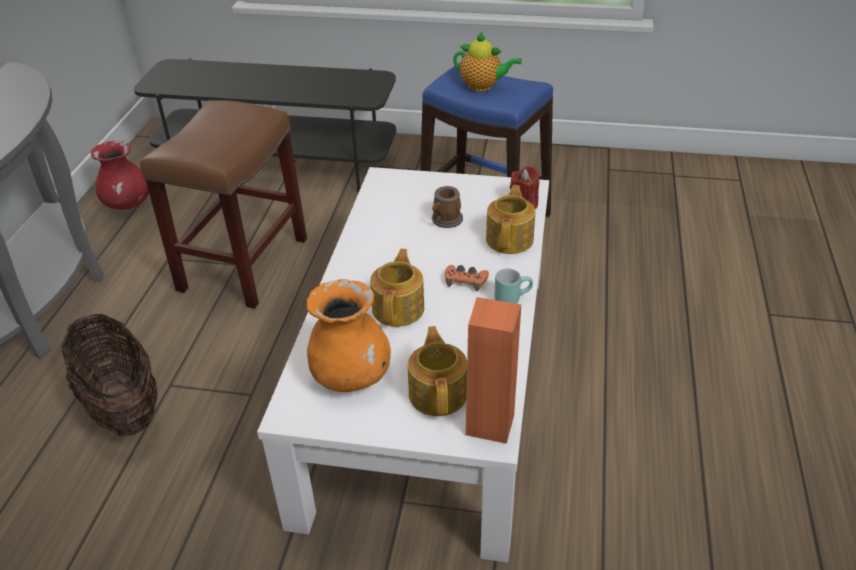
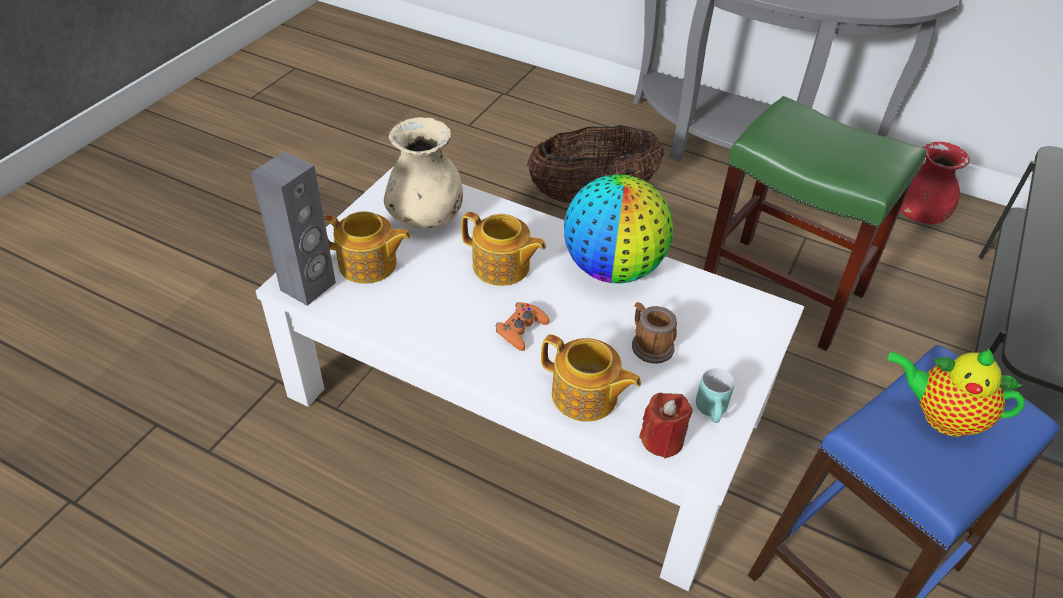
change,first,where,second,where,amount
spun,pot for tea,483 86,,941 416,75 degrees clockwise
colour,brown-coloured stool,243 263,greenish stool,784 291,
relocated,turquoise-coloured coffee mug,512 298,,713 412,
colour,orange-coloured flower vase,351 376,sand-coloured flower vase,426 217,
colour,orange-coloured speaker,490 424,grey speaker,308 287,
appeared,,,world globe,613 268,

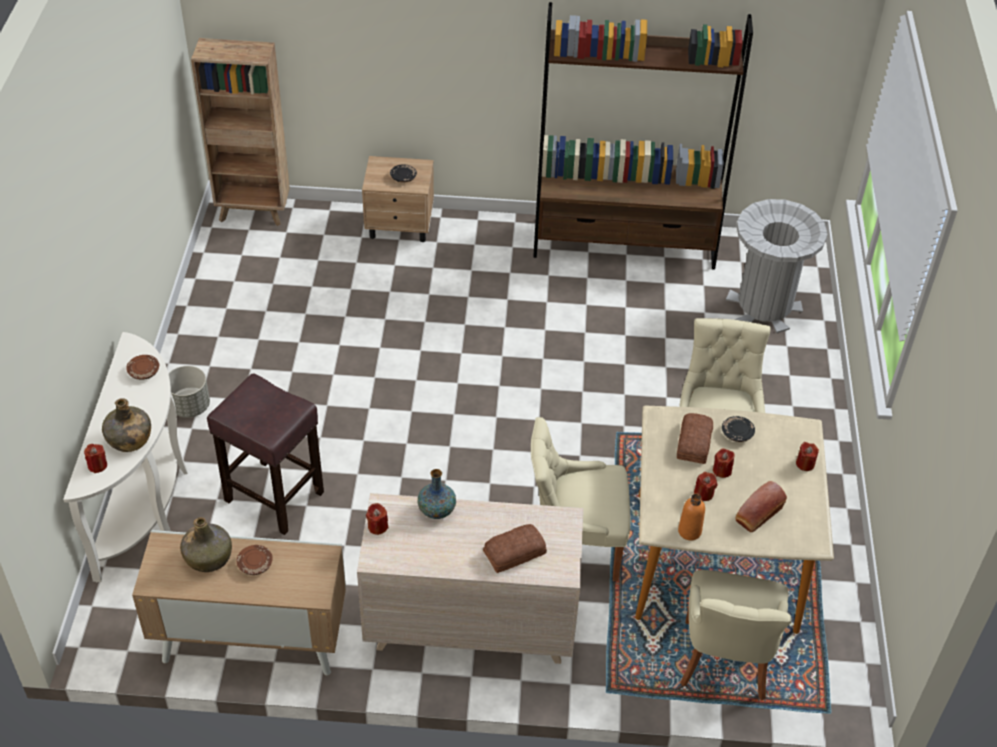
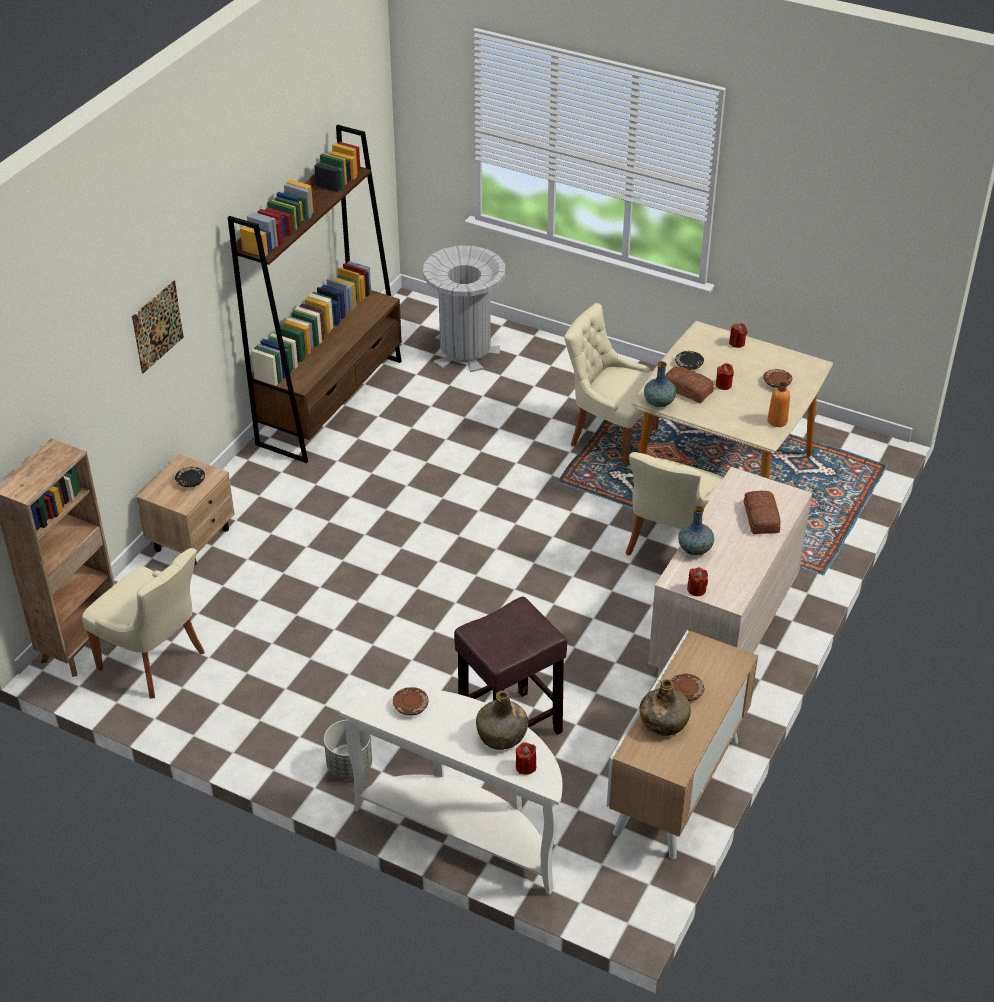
change,first,where,second,where,amount
missing,reddish wax candle,704 493,,,
exchanged,bakery bread,757 515,brown-coloured plate,776 383,
relocated,sand-coloured plain chair,725 663,,155 662,
appeared,,,picture,157 326,
appeared,,,flower vase,659 402,

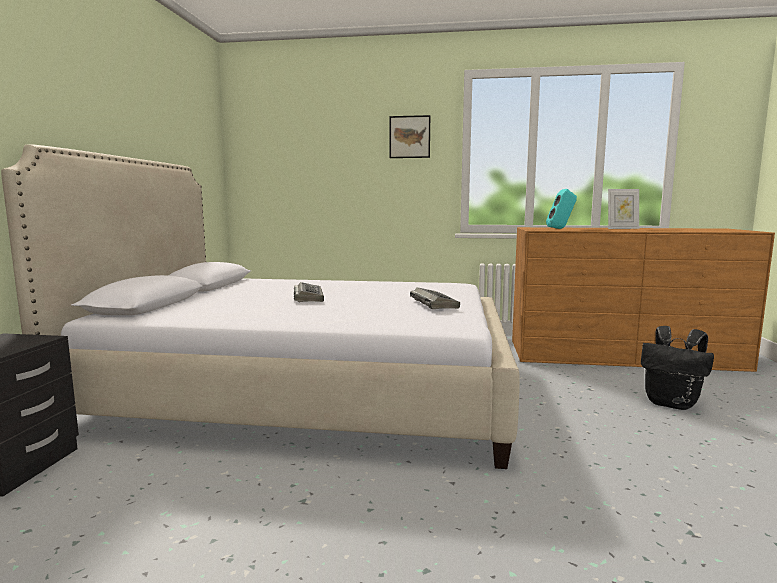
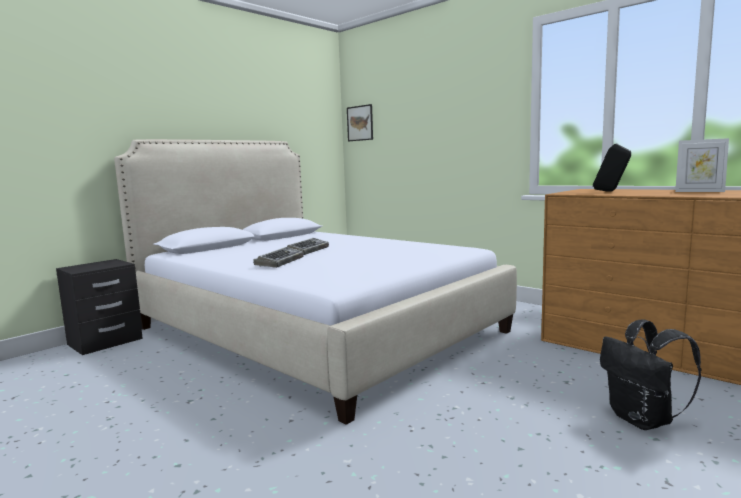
change,first,where,second,where,amount
relocated,picture,409 137,,360 123,
colour,turquoise-coloured speaker,560 228,black speaker,610 191,
relocated,computer keyboard,433 303,,280 262,

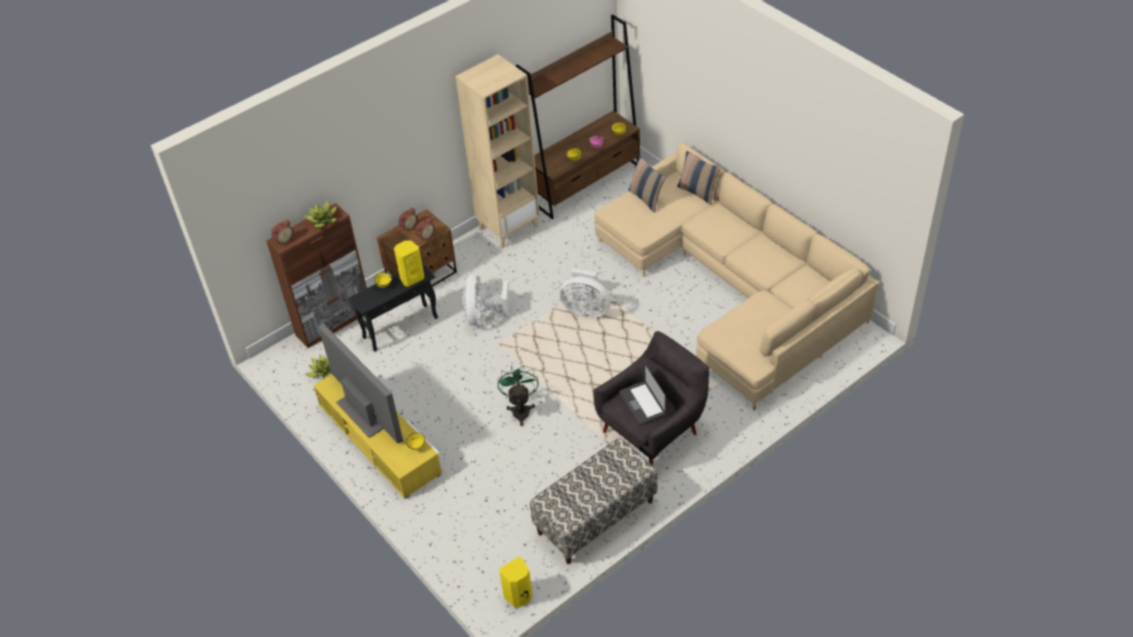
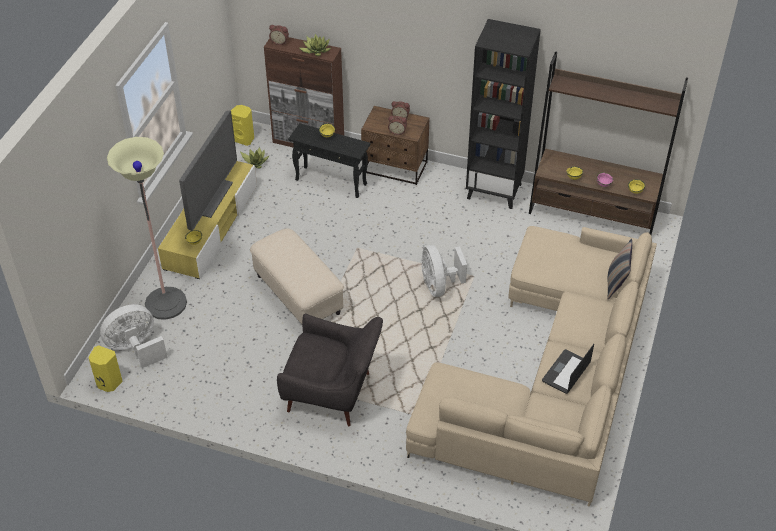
change,first,where,second,where,amount
colour,sand-coloured bookcase,508 227,black bookcase,494 191,
missing,throw pillow,646 198,,,
relocated,yellow speaker,411 278,,244 139,
relocated,whitish electric fan,483 316,,136 348,
relocated,notebook computer,642 403,,566 372,
exchanged,greenish electric fan,520 409,sand-coloured footrest,297 295,
missing,long seat,595 517,,,
appeared,,,floor lamp,166 303,

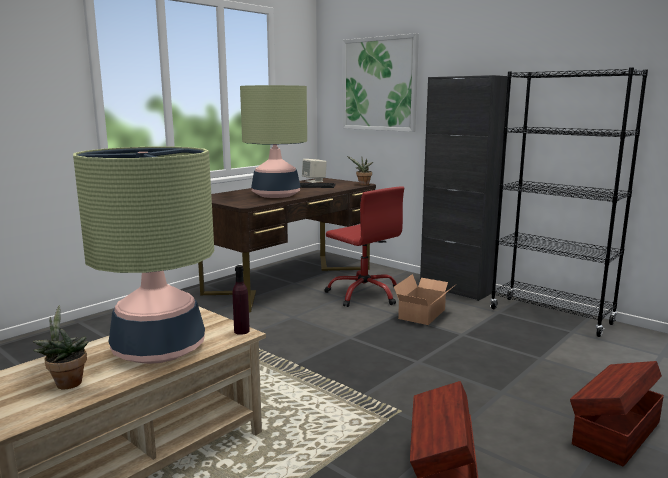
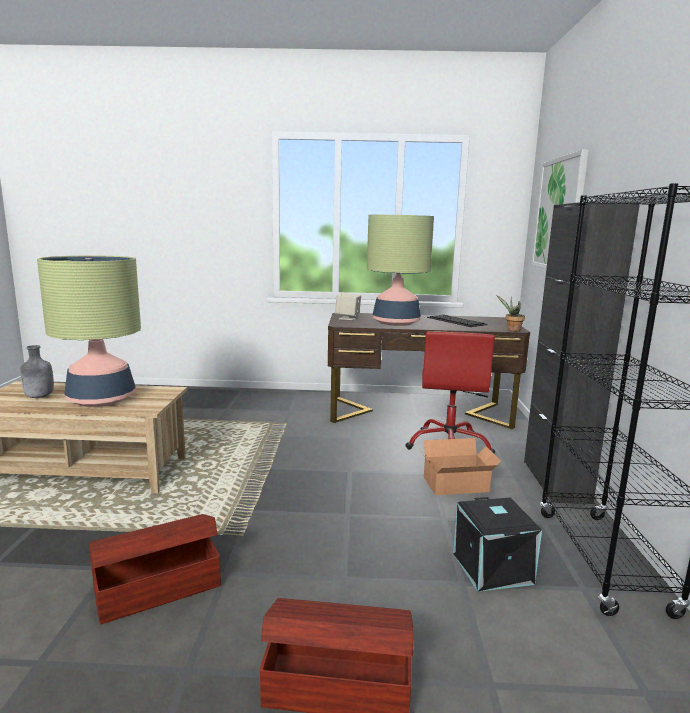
change,first,where,second,where,amount
relocated,sand-coloured speaker,314 181,,348 318,
missing,purplish drink bottle,241 331,,,
exchanged,houseplant,67 382,grey drink bottle,39 397,
appeared,,,black storage box,493 568,

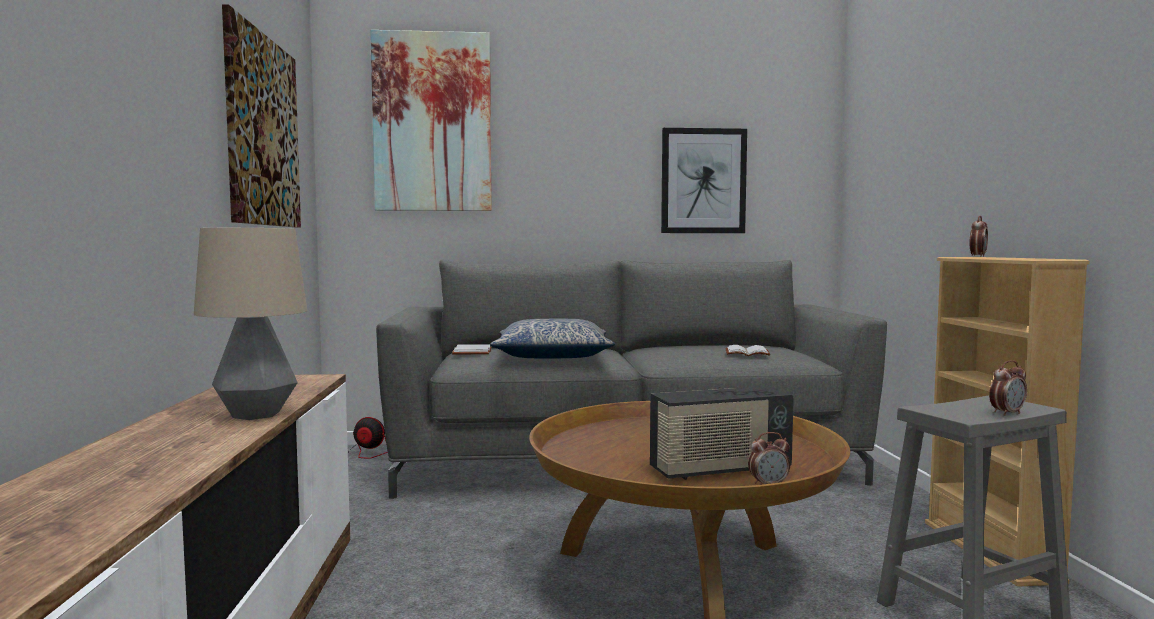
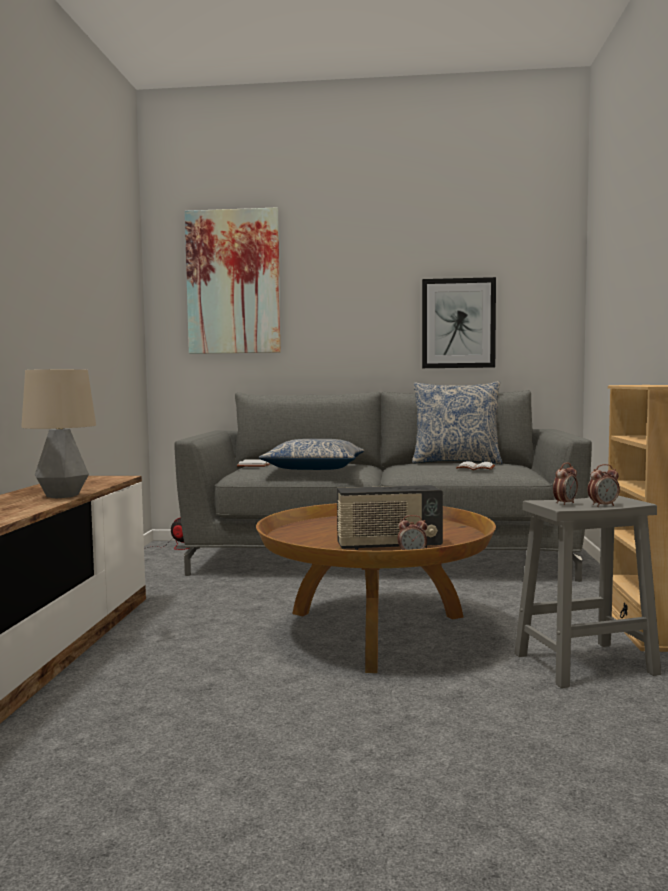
change,first,where,second,where,amount
missing,picture,262 131,,,
relocated,alarm clock,977 256,,565 503,
appeared,,,throw pillow,456 462,

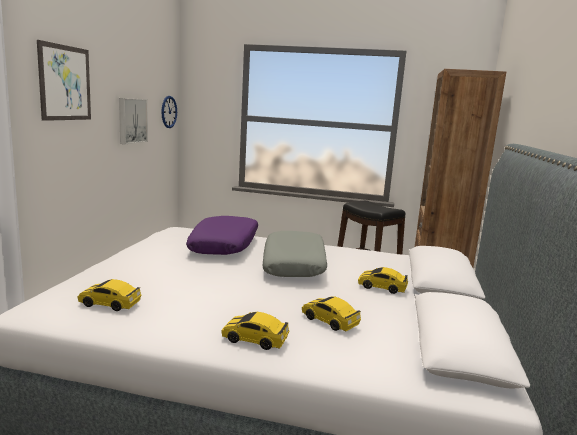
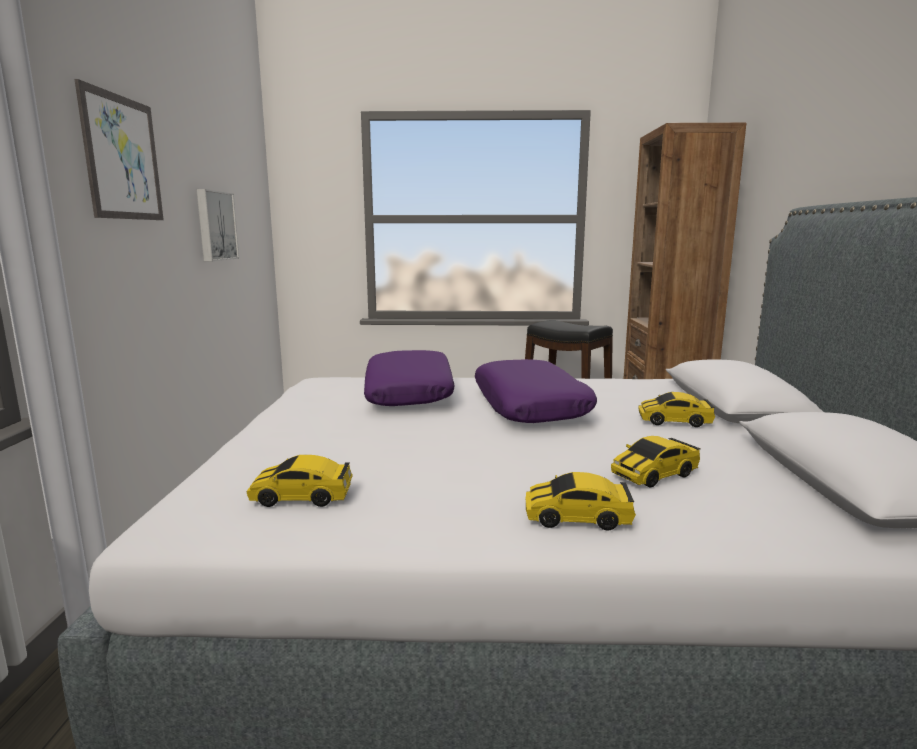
change,first,where,second,where,amount
missing,clock on the wall,169 112,,,
colour,grey throw pillow,294 264,purplish throw pillow,530 406,
spun,miniature car,329 321,,654 475,60 degrees counterclockwise

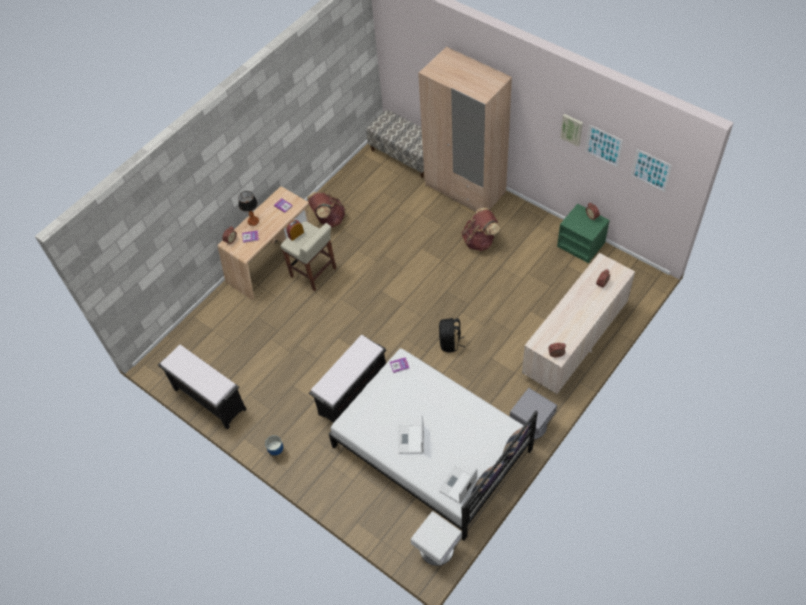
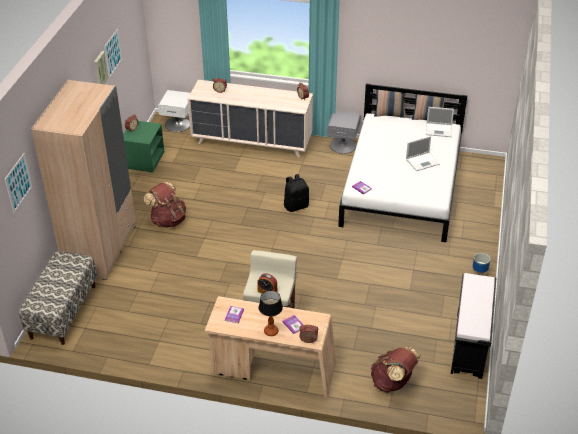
change,first,where,second,where,amount
relocated,picture,651 170,,18 182,
relocated,brown-coloured backpack,328 219,,392 382,
missing,black long seat,353 395,,,
relocated,whitish bedside table,437 549,,177 124,

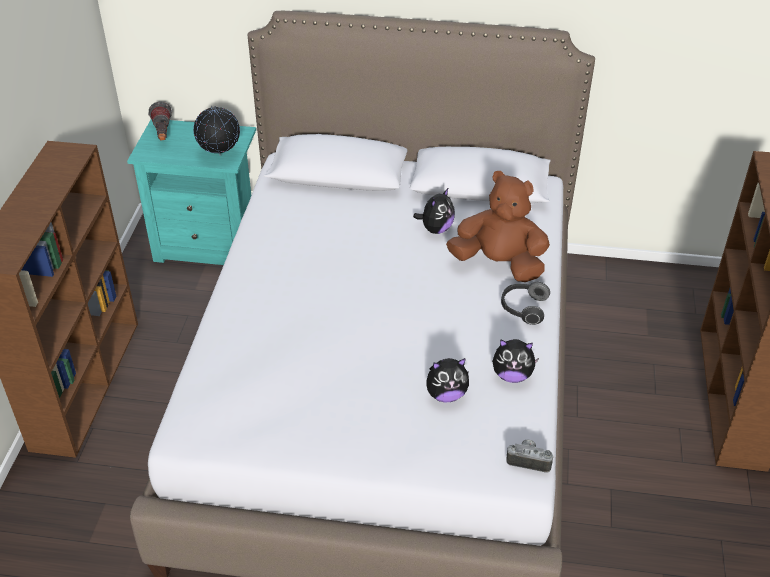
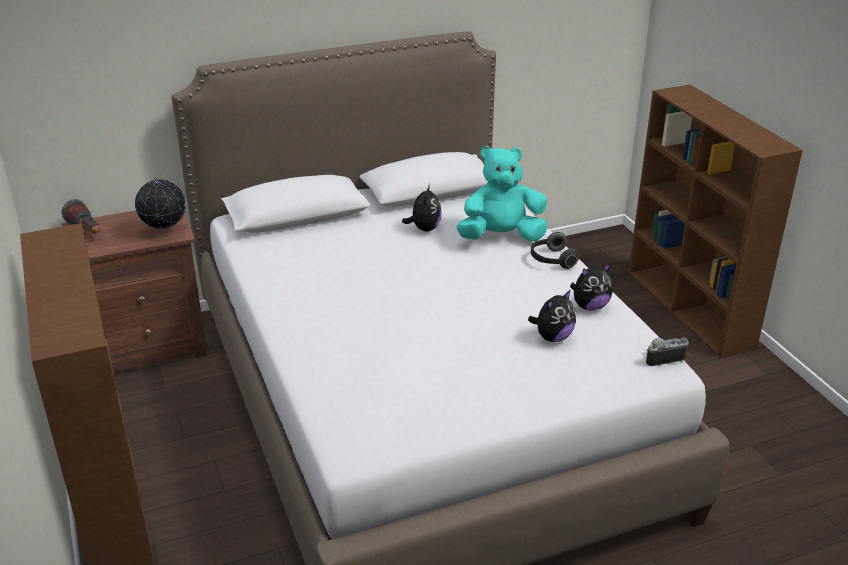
change,first,where,second,where,amount
colour,turquoise-coloured bedside table,209 245,brown-coloured bedside table,150 346,
colour,brown-coloured soft toy,499 264,turquoise-coloured soft toy,501 237,

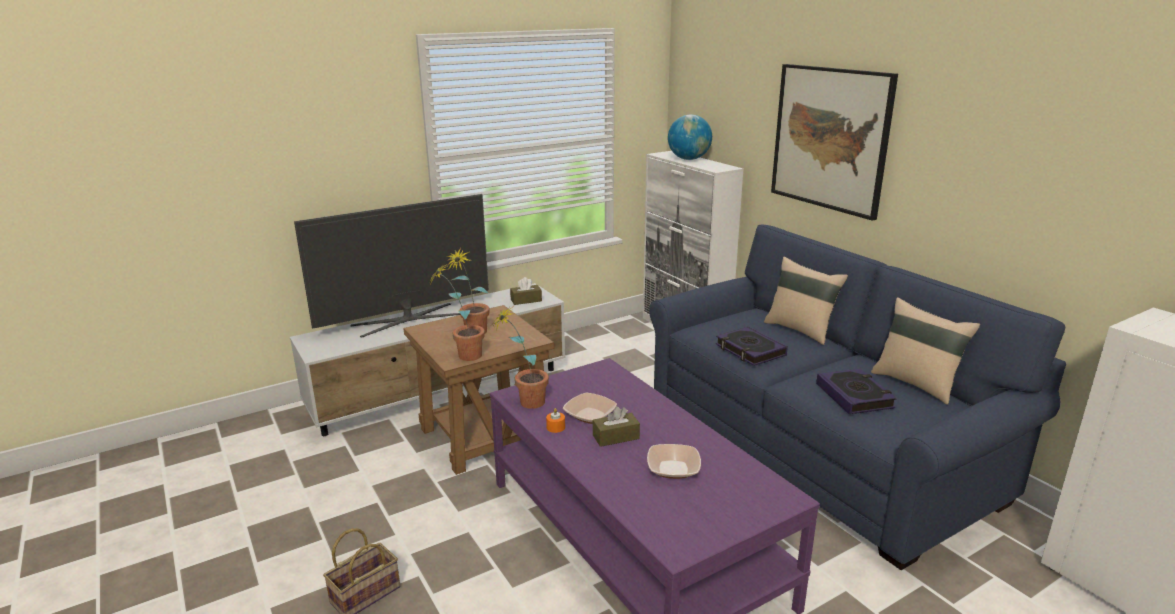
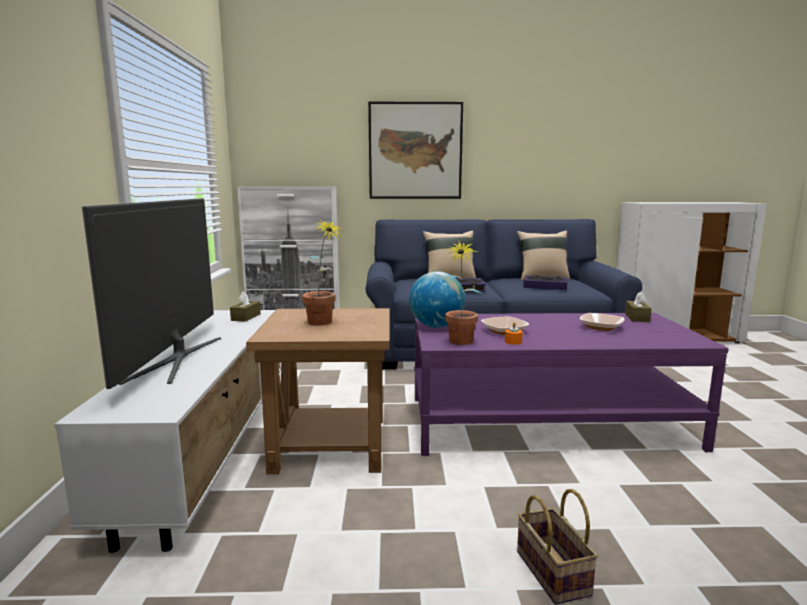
change,first,where,second,where,amount
relocated,world globe,688 159,,436 326,
missing,houseplant,462 356,,,
relocated,brown-coloured tissue box,616 437,,637 317,

